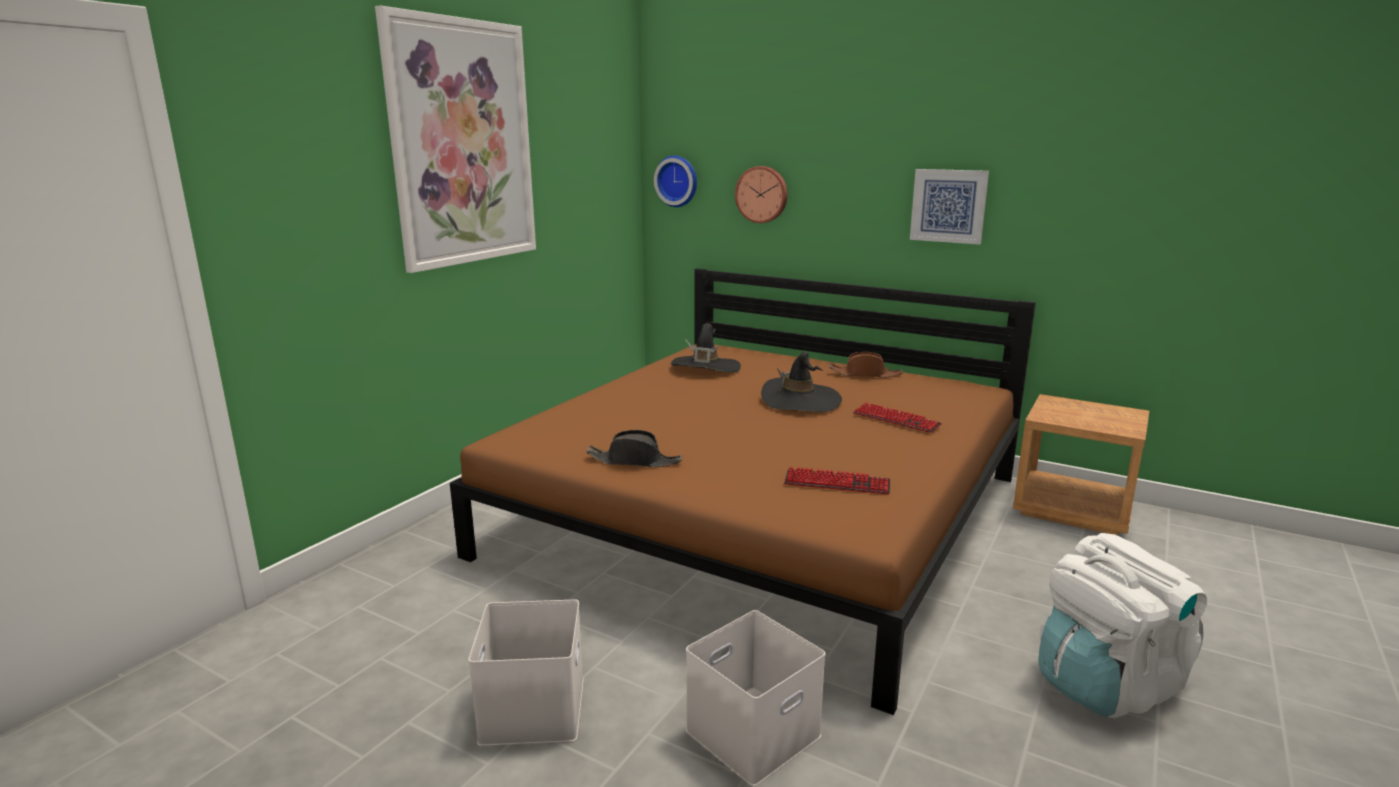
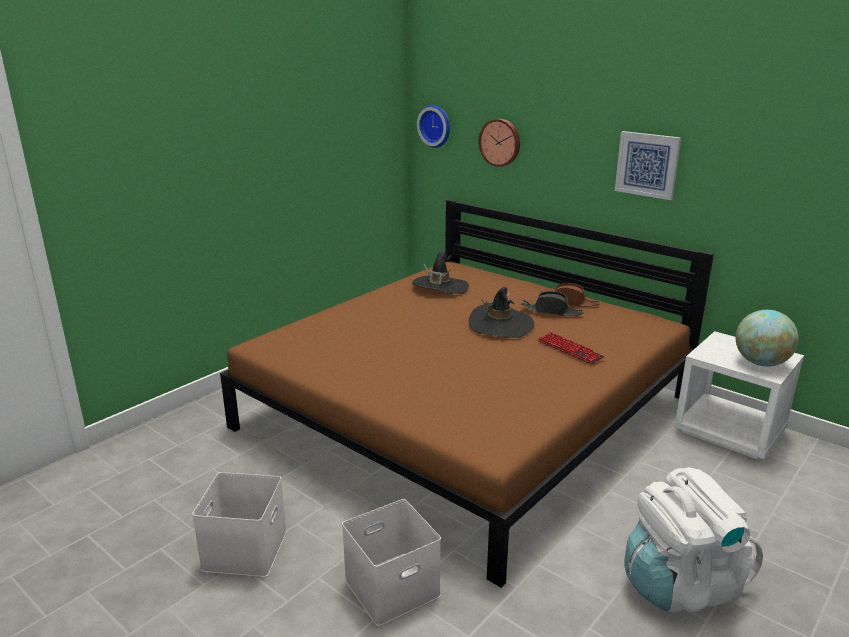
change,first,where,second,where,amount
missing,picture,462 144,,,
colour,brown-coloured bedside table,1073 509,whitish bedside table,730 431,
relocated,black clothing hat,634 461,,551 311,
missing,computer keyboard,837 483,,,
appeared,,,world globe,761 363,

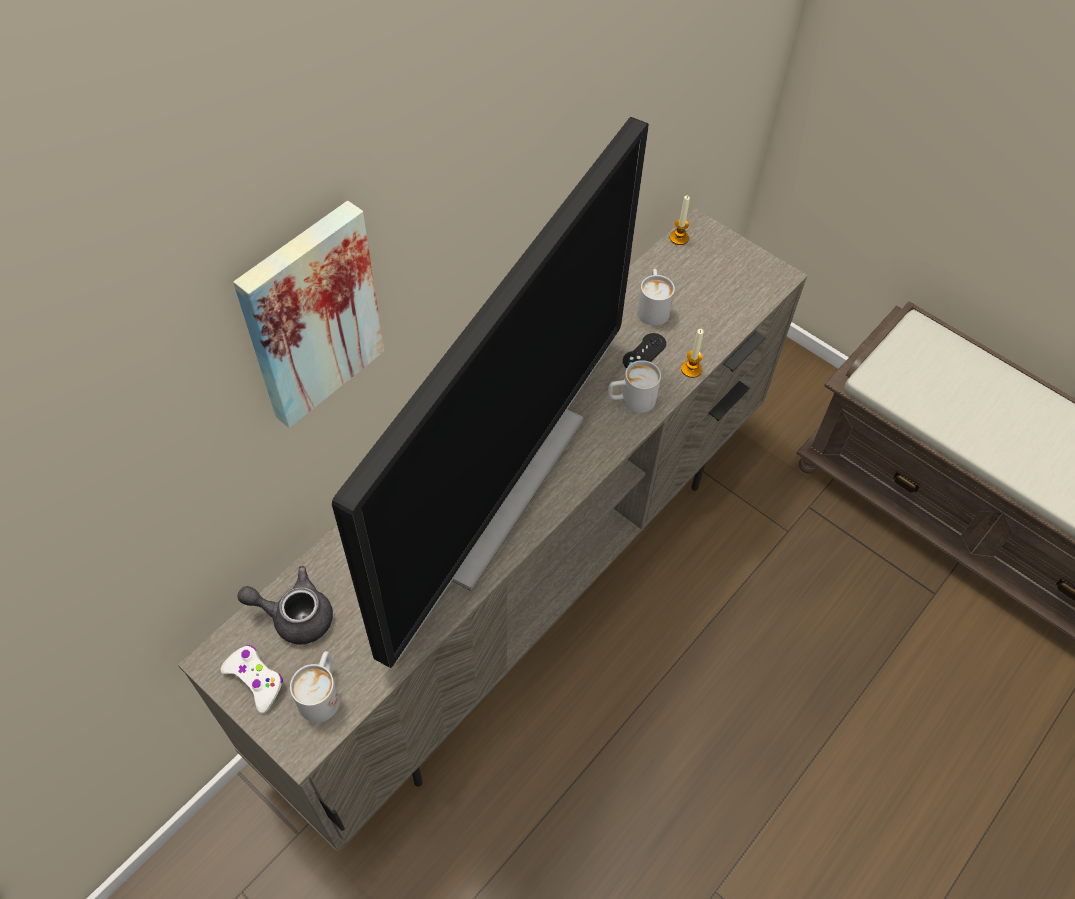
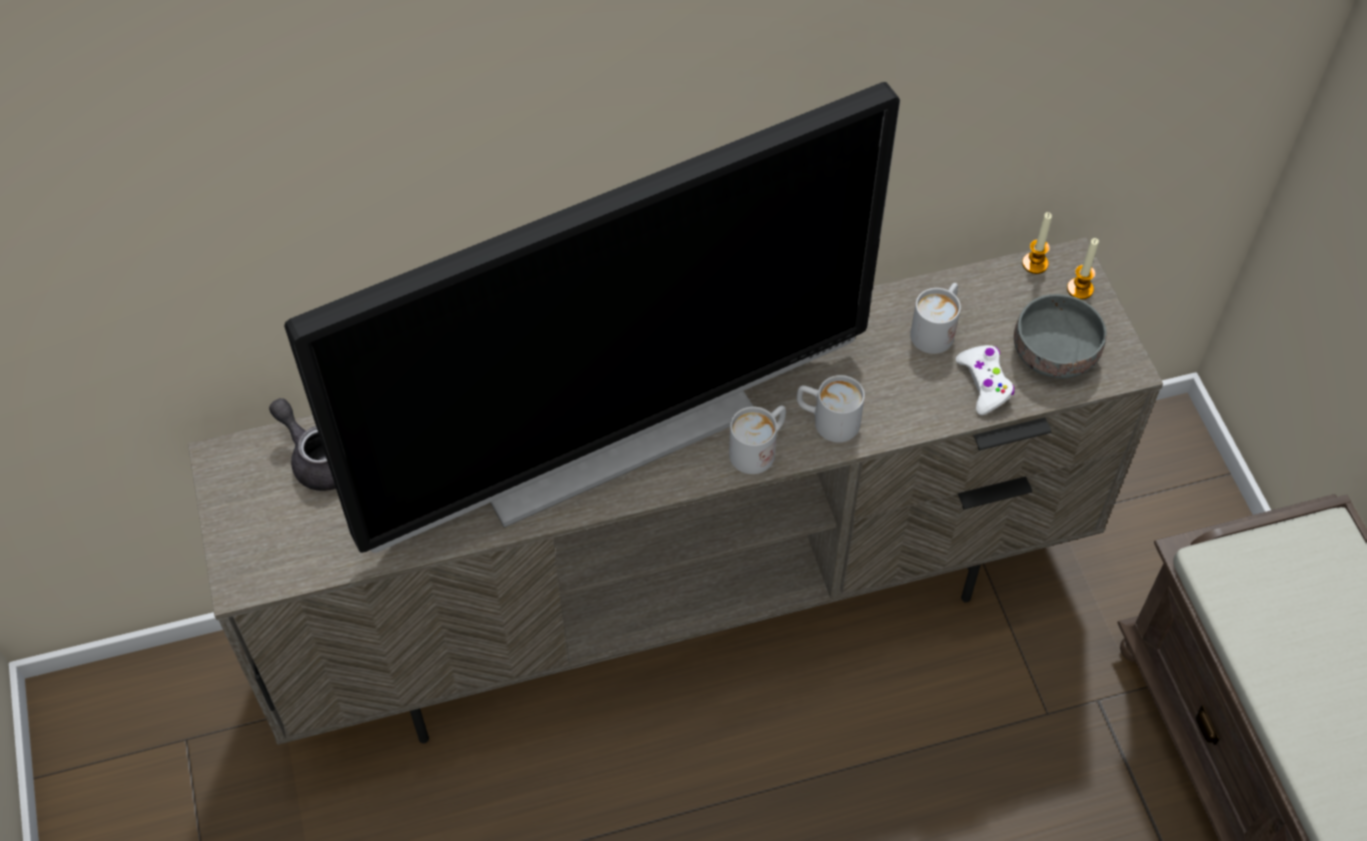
change,first,where,second,where,amount
missing,picture,309 314,,,
relocated,wax candle,691 369,,1080 289,
missing,black gamepad,644 352,,,
relocated,whitish gamepad,255 679,,984 383,
relocated,whitish coffee mug,322 693,,759 448,
appeared,,,grey serving bowl,1055 350,

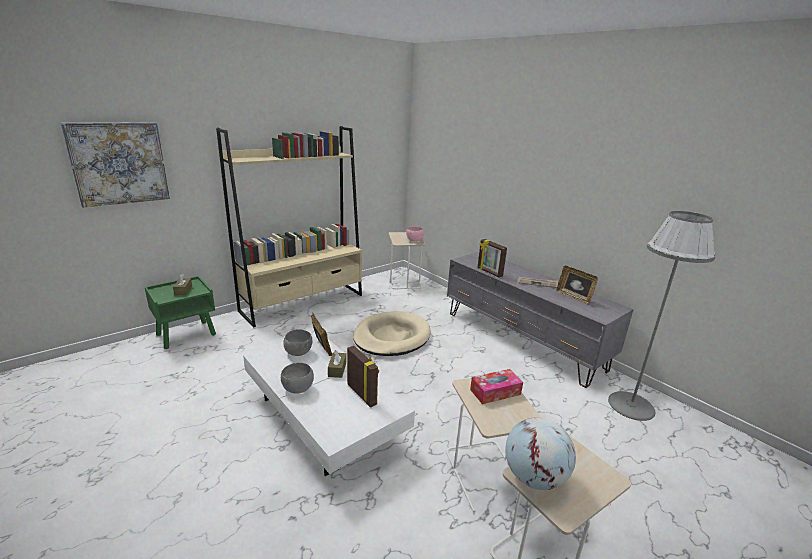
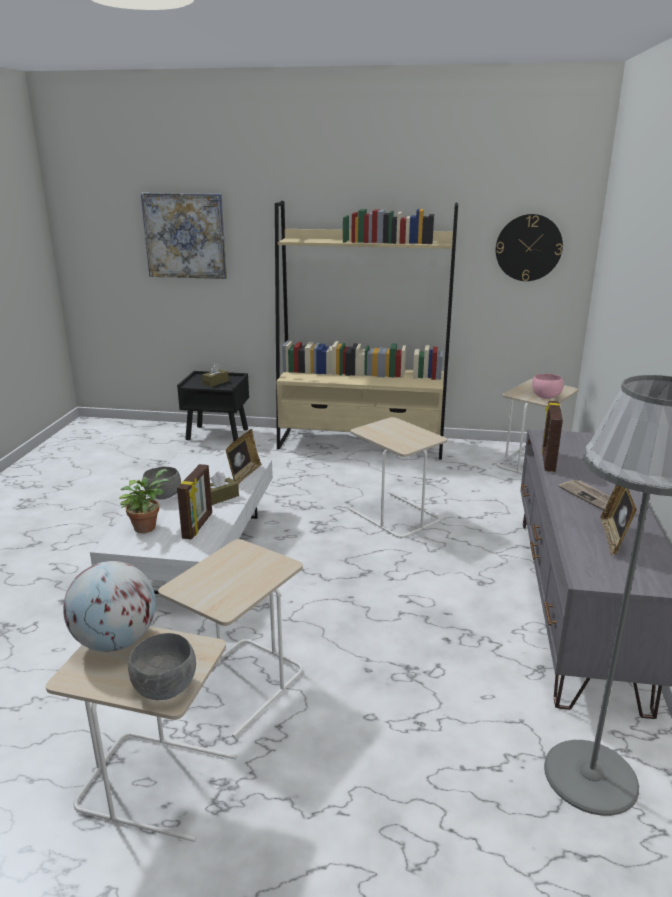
change,first,where,second,where,amount
colour,greenish bedside table,187 334,black bedside table,218 434,
exchanged,sand-coloured pet bed,391 337,sand-coloured accent table,393 515,
relocated,grey serving bowl,299 352,,166 689,
missing,tissue box,495 392,,,
appeared,,,clock on the wall,528 247,
appeared,,,houseplant,146 526,

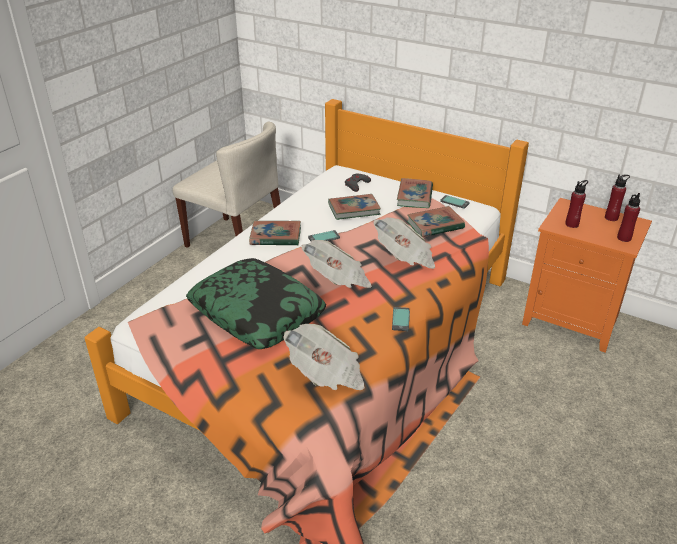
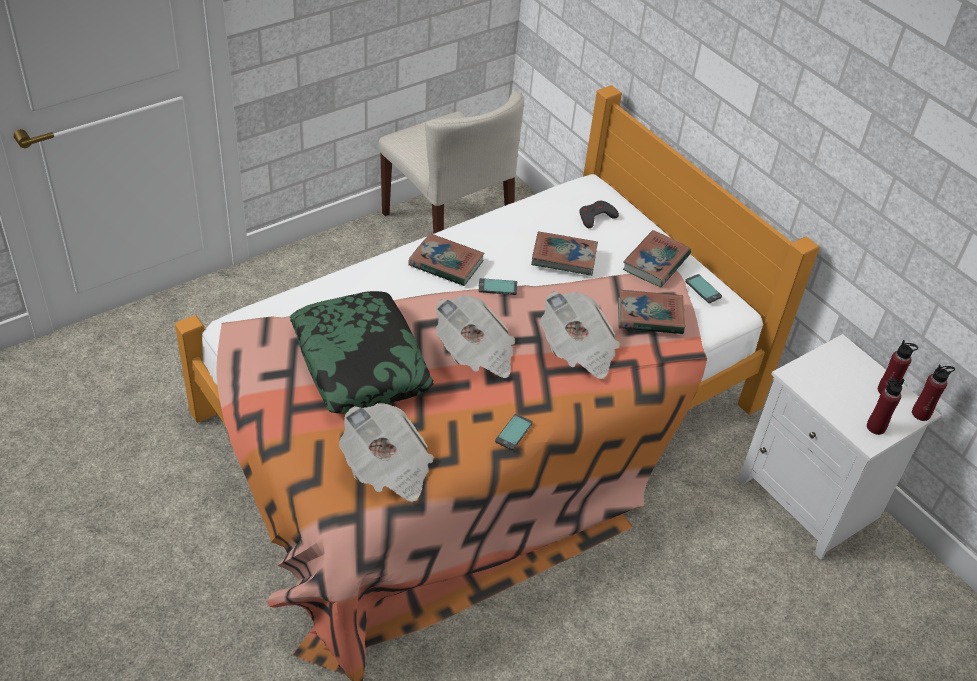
change,first,where,second,where,amount
relocated,reddish drink bottle,572 224,,921 414,
colour,orange-coloured bedside table,573 320,whitish bedside table,812 499,

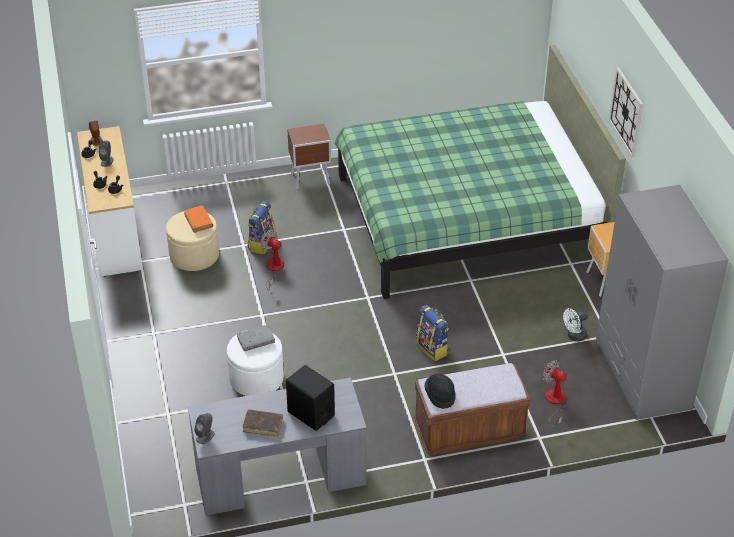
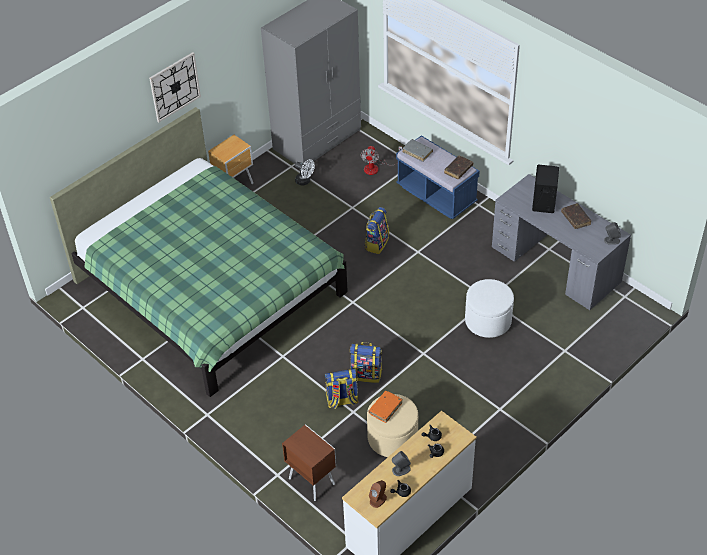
change,first,where,second,where,amount
relocated,brown-coloured bedside table,311 179,,311 480,
exchanged,electric fan,274 269,backpack,366 374,
relocated,grey volume,256 341,,417 152,
colour,brown-coloured long seat,469 431,blue long seat,436 195,
exchanged,black clothing hat,440 395,brown-coloured volume,458 170,

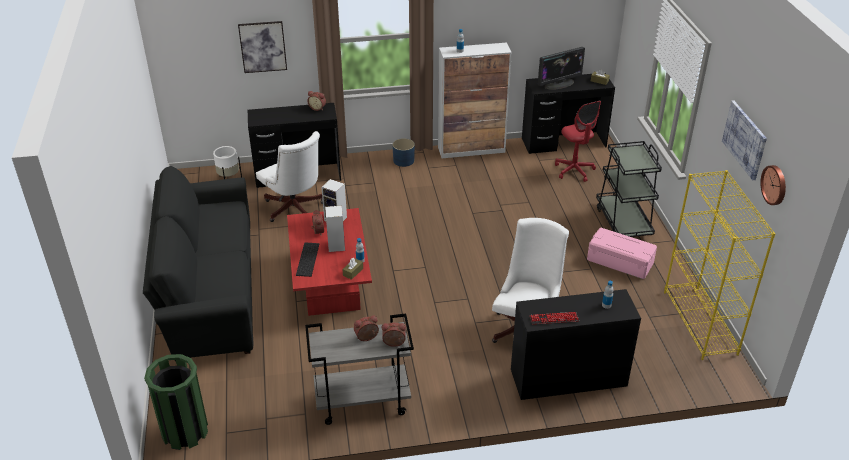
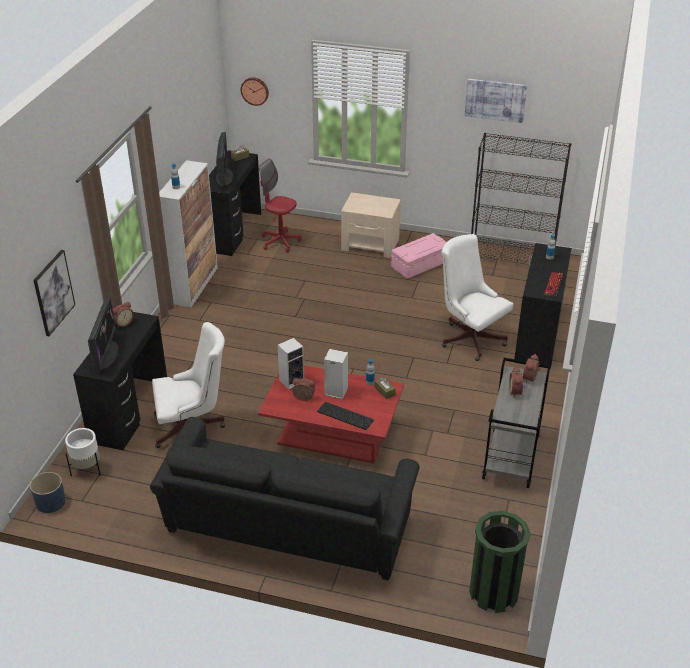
change,first,where,second,where,amount
spun,reddish computer chair,574 170,,280 242,150 degrees counterclockwise
relocated,blue flower pot,403 160,,50 502,
exchanged,black wheeled cart,623 221,sand-coloured bedside table,370 244,
relocated,clock on the wall,775 185,,255 90,
colour,yellow bookcase,700 323,black bookcase,512 256,
appeared,,,computer display,106 354,

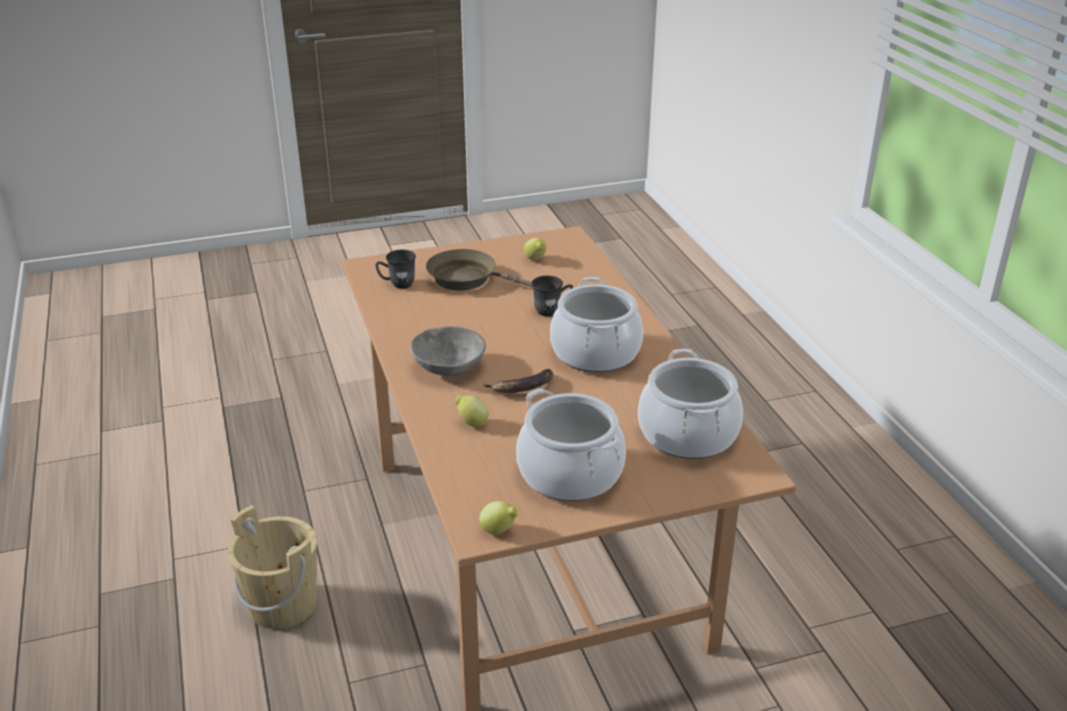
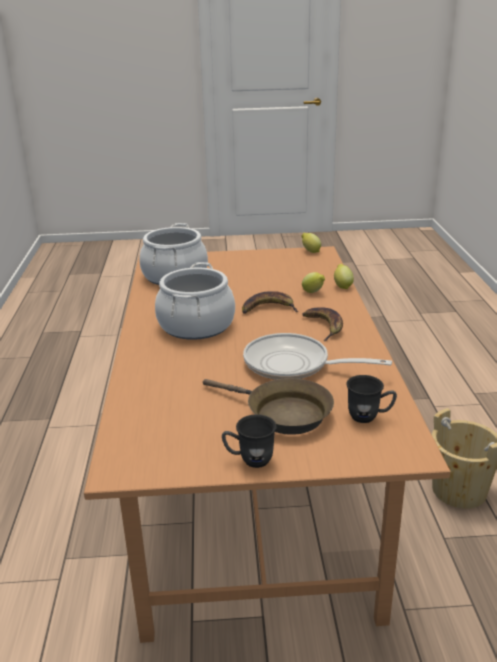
change,first,where,second,where,amount
relocated,whole lemon,535 260,,342 286,
relocated,grey coffee mug,552 310,,249 460,
exchanged,grey serving bowl,447 368,banana fruit,324 326,
missing,cooking pot,570 474,,,
appeared,,,skillet,293 365,

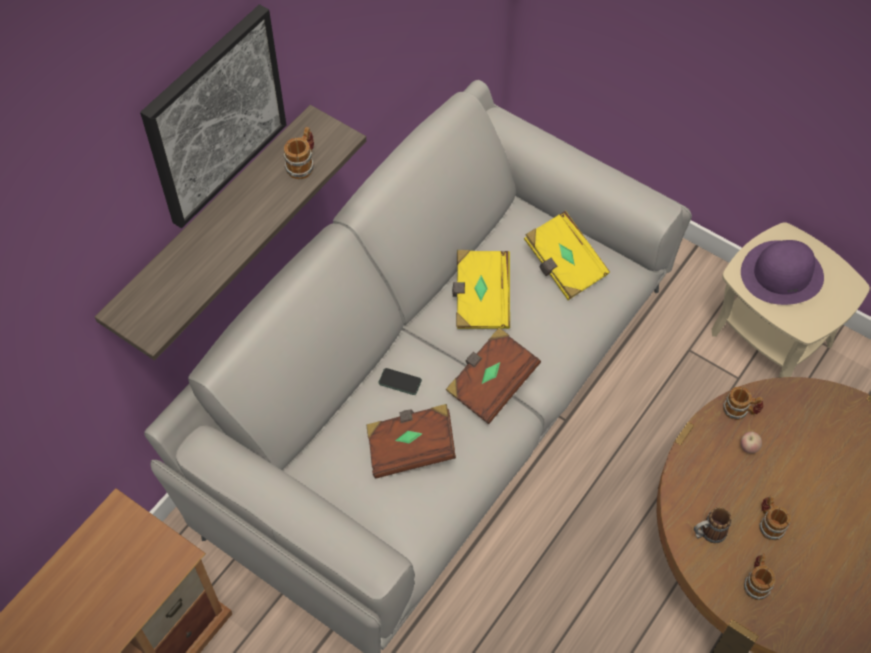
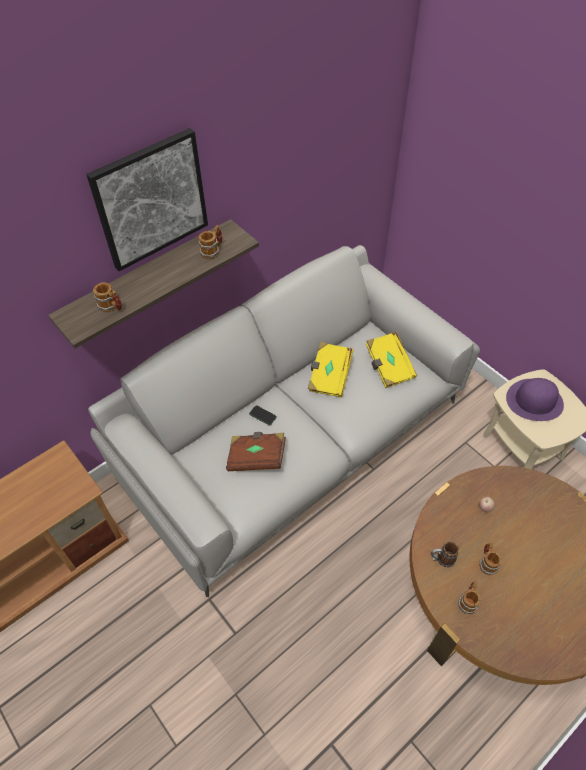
change,first,where,second,where,amount
missing,brown-coloured volume,491 384,,,
relocated,coffee mug,740 411,,111 307,

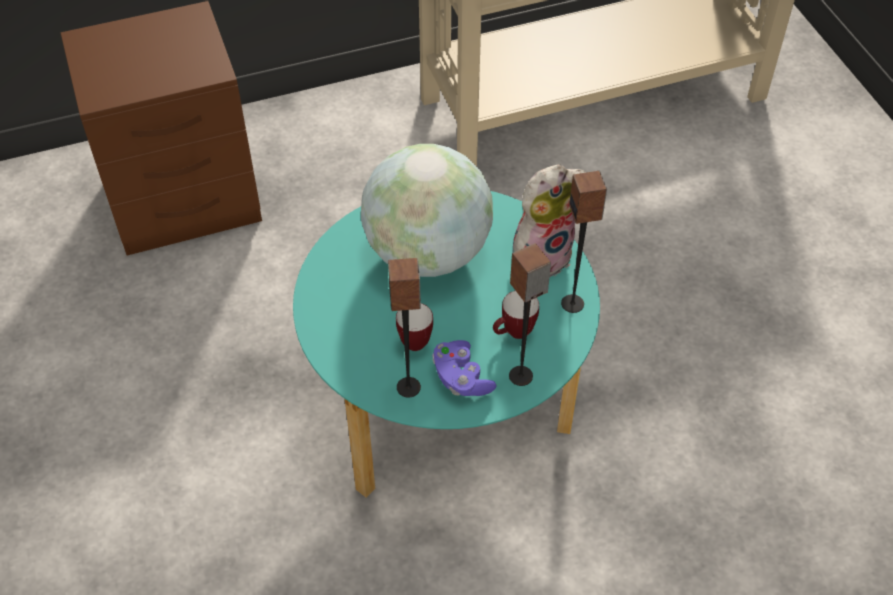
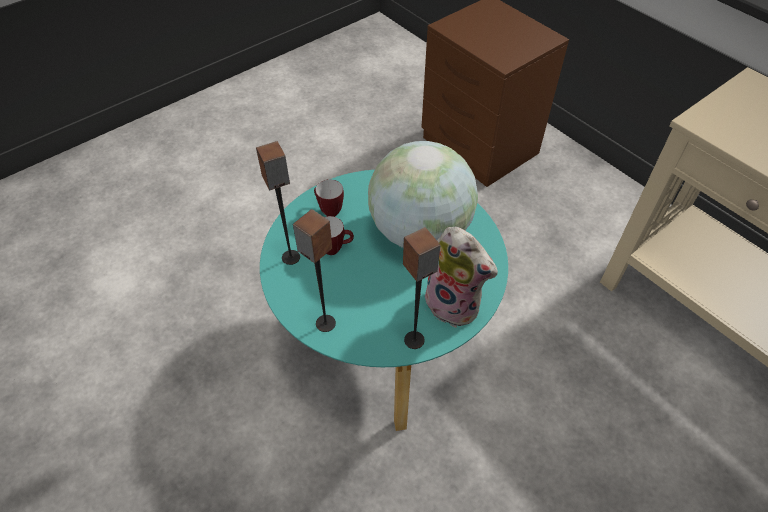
change,first,where,second,where,amount
relocated,coffee mug,514 334,,328 210,
missing,purplish gamepad,461 378,,,

